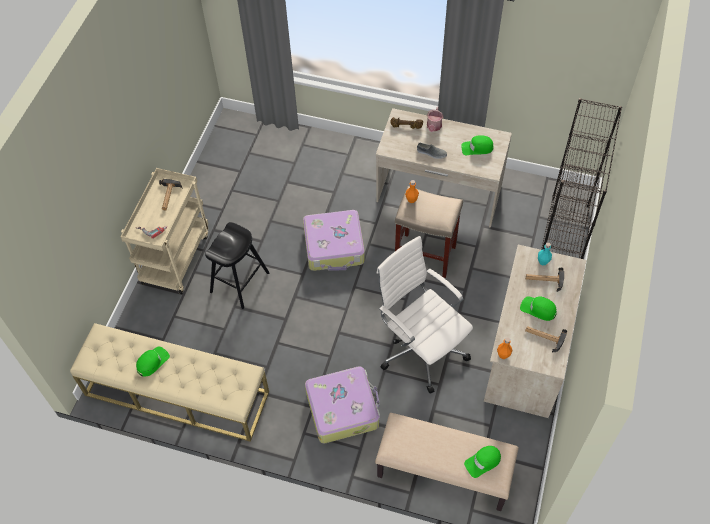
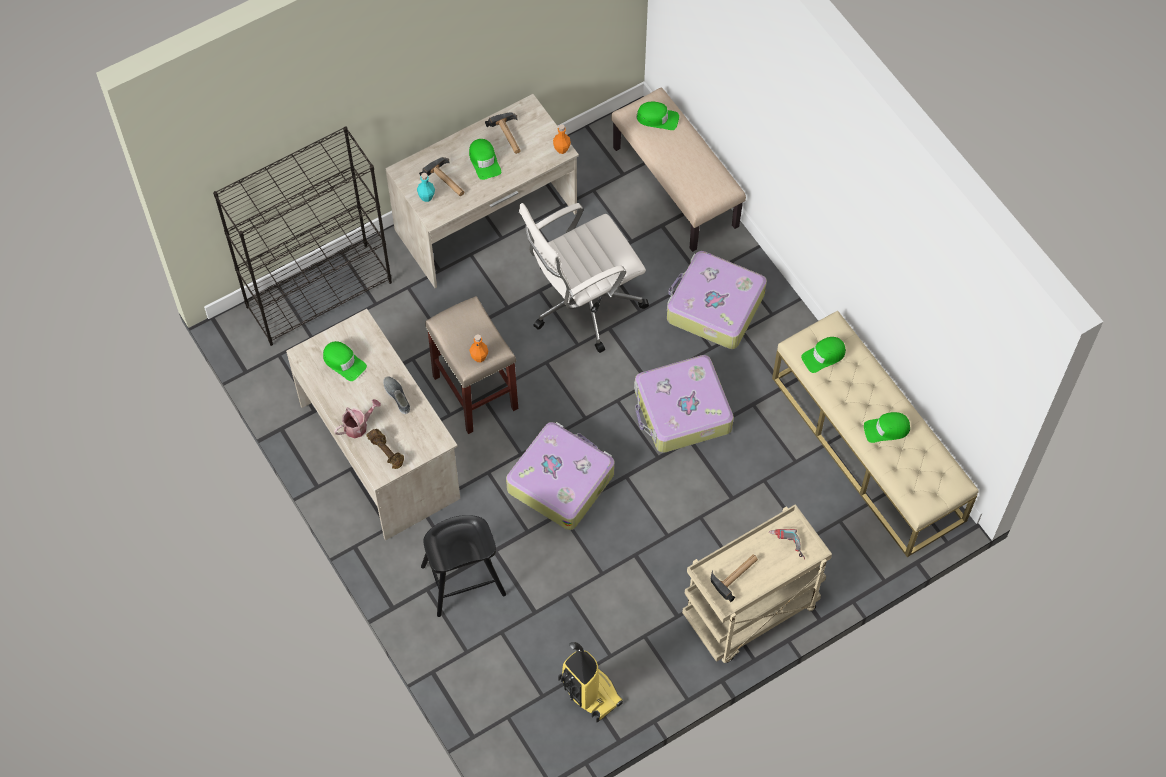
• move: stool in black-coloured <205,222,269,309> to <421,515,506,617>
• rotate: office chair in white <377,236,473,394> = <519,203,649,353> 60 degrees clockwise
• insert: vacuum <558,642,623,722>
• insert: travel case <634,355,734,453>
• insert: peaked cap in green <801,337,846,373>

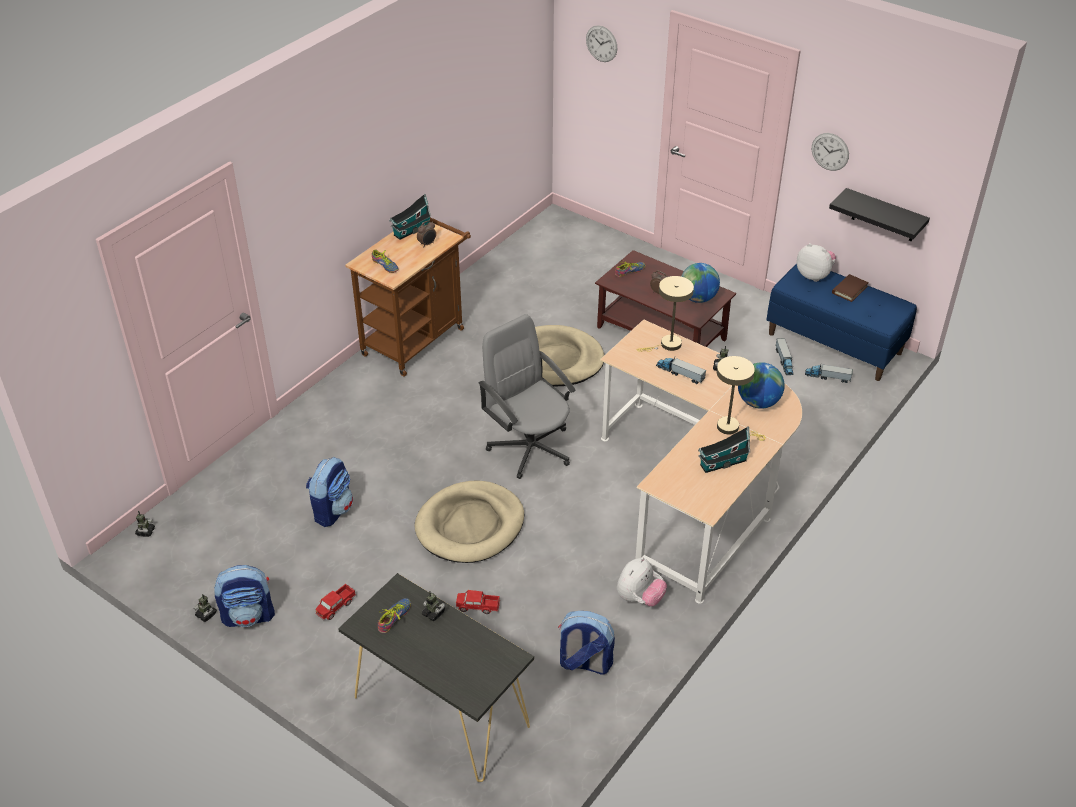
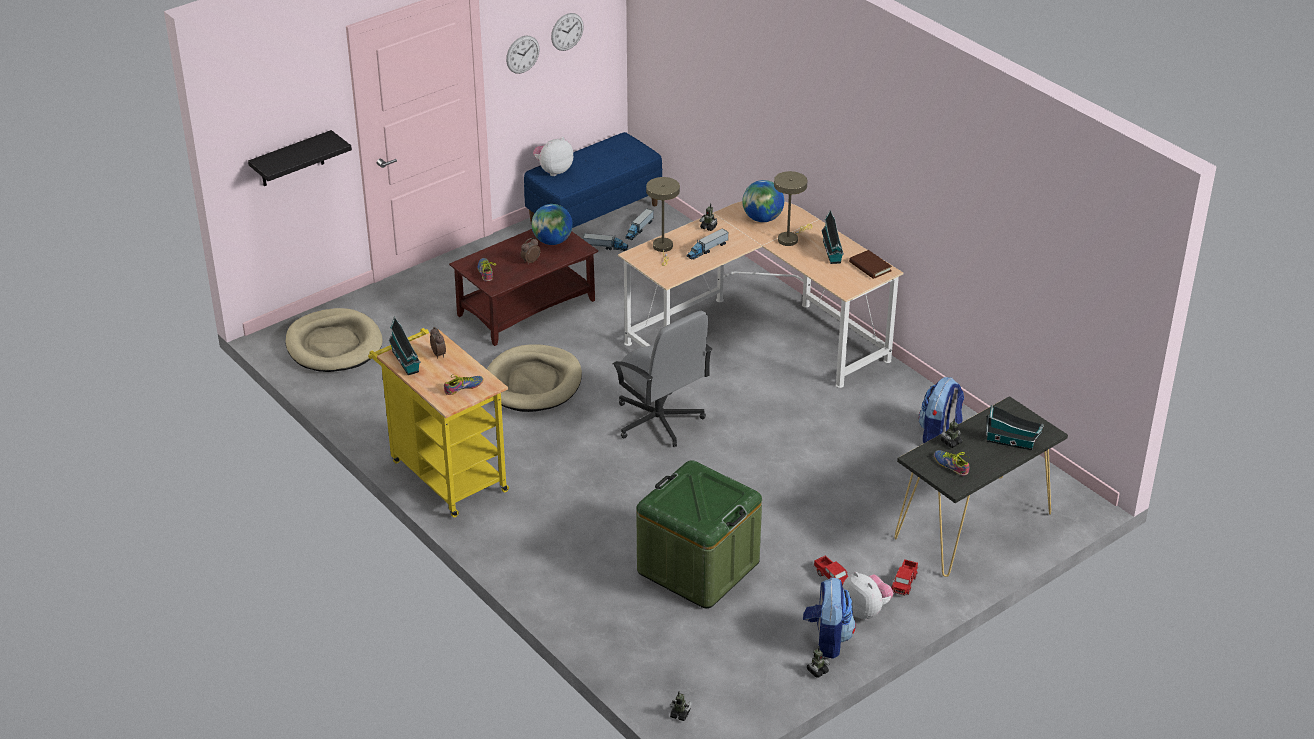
• replace: backpack <306,457,353,527> to storage container in green <636,460,762,608>
• recolor: trolley in brownish <345,217,471,376> to trolley in yellowish <368,328,509,518>
• move: pet bed in beige-coloured <414,481,524,563> to <285,308,383,372>
• move: toy truck <456,590,500,614> to <891,559,918,596>
• rotate: office chair in gray <478,314,576,479> = <612,311,712,447> 105 degrees counterclockwise
• move: clock on the wall <586,25,617,62> to <551,13,584,51>
• move: soft toy <617,557,667,607> to <842,572,893,620>
• move: shelf in black-coloured <829,188,930,241> to <248,130,352,186>
• move: volume in brownish <832,274,869,302> to <849,250,892,279>
• insert: model house <986,405,1044,450>

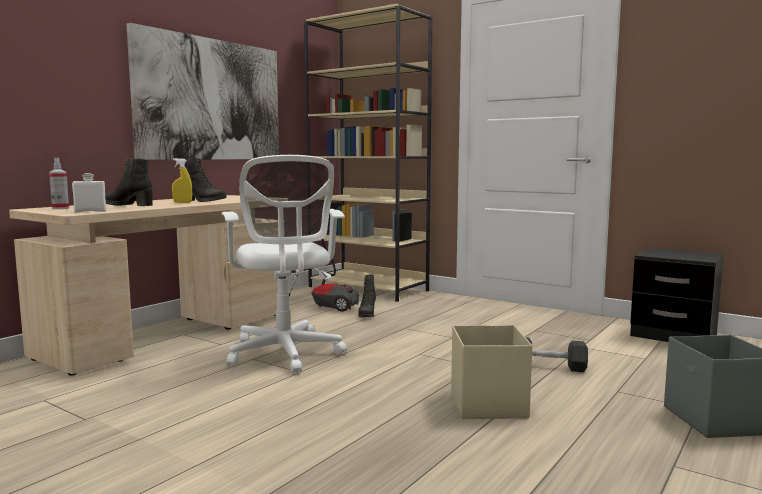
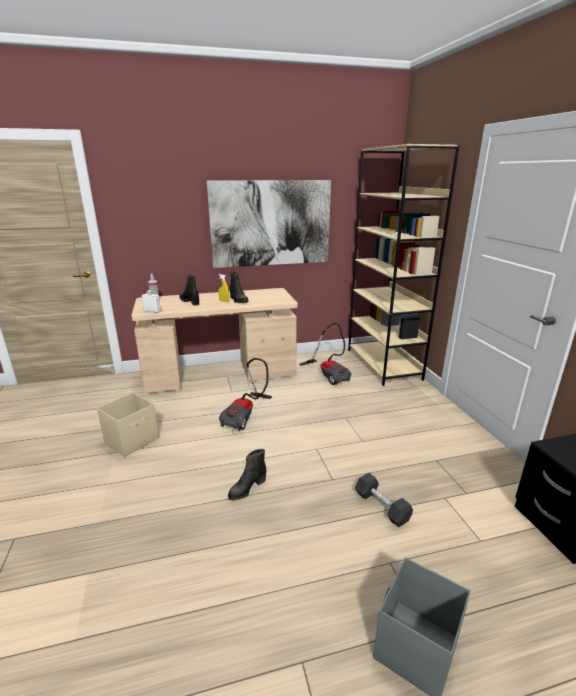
• replace: office chair in white <222,155,347,374> to vacuum <219,358,272,431>
• move: high-top boot in black-coloured <358,275,376,317> to <228,449,266,501>
• move: storage container in beige-coloured <451,325,532,419> to <97,392,159,457>

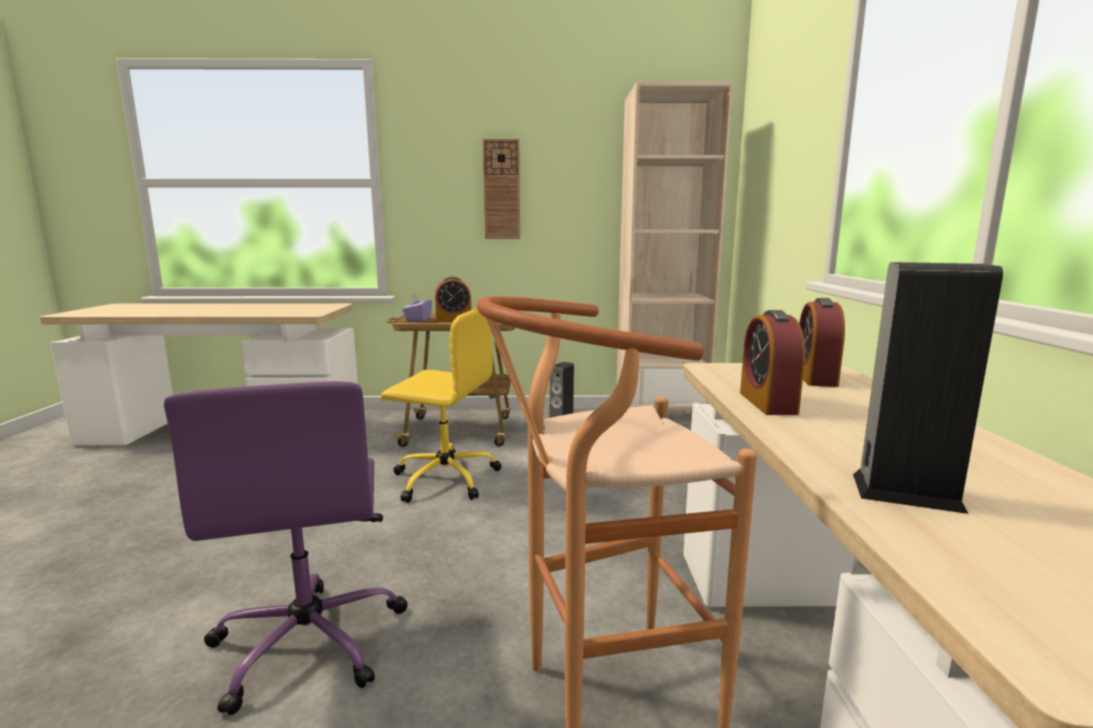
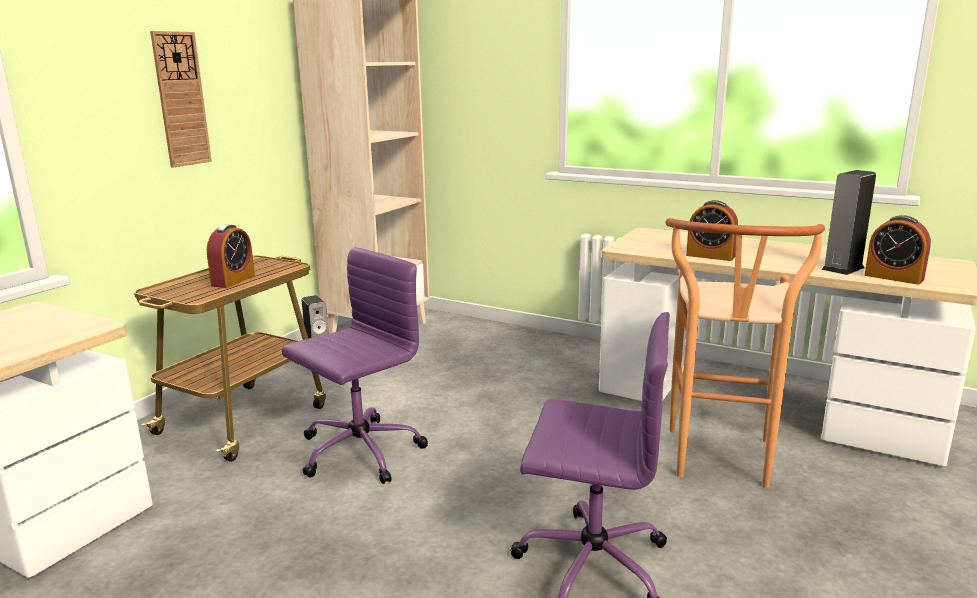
• recolor: office chair in yellowish <381,308,501,503> to office chair in purplish <282,247,428,484>
• delete: tissue box in purplish <403,293,432,322>
• move: alarm clock <799,298,845,387> to <864,215,931,285>

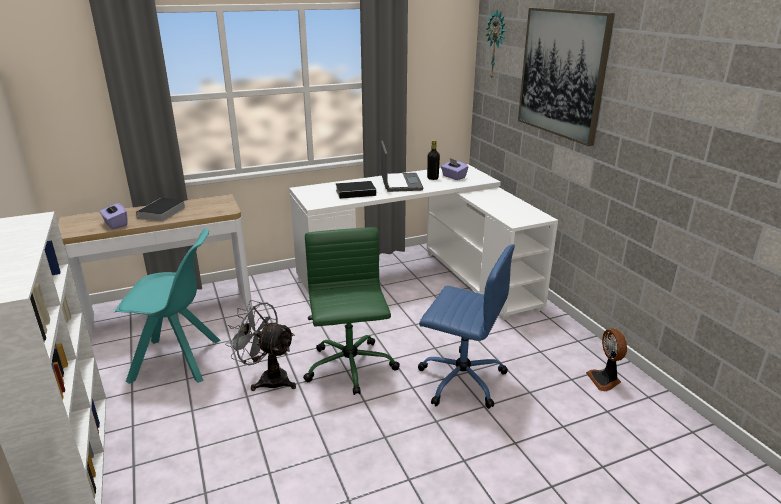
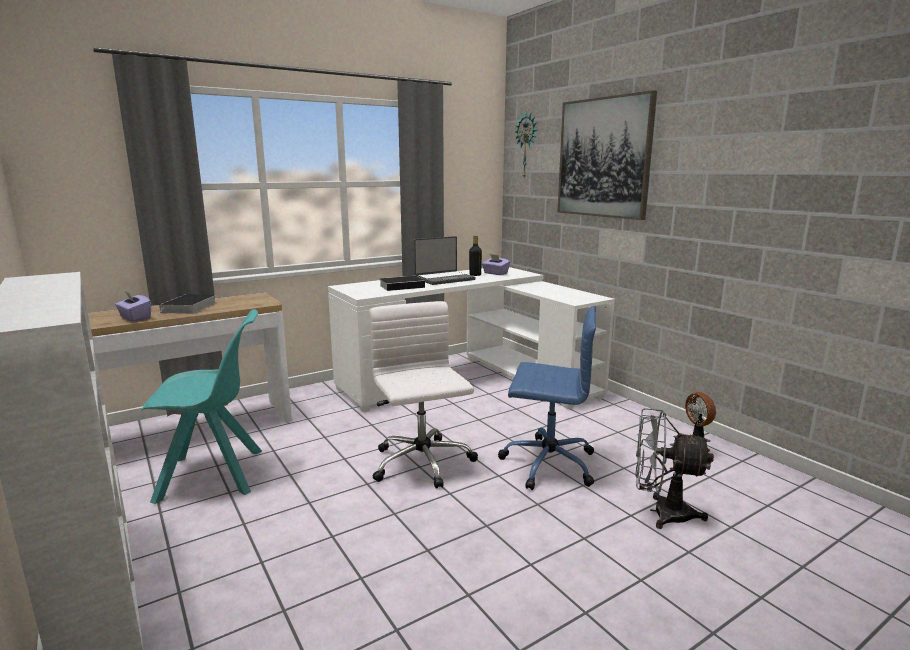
• move: fan in gray <225,300,296,391> to <635,408,714,529>
• recolor: office chair in green <303,227,400,395> to office chair in white <369,301,478,489>
• rotate: portable computer <381,141,423,192> = <414,236,476,285> 75 degrees clockwise

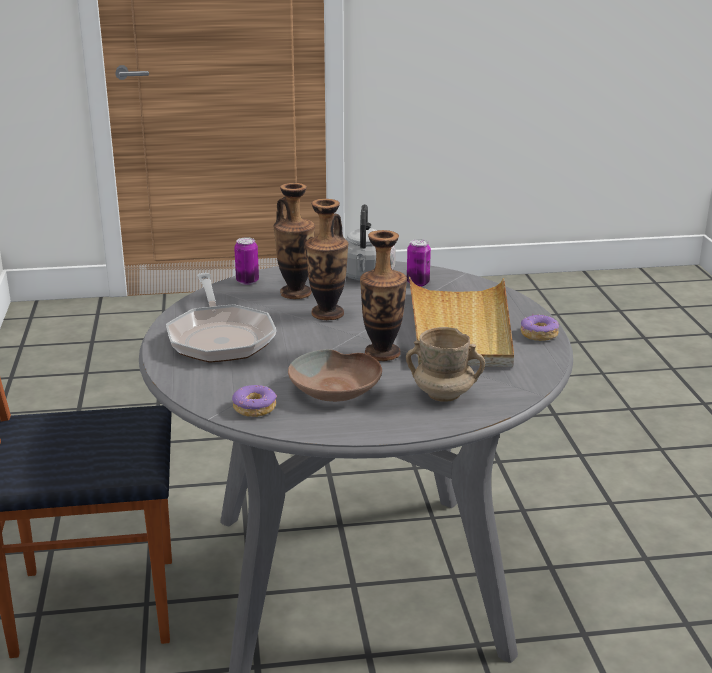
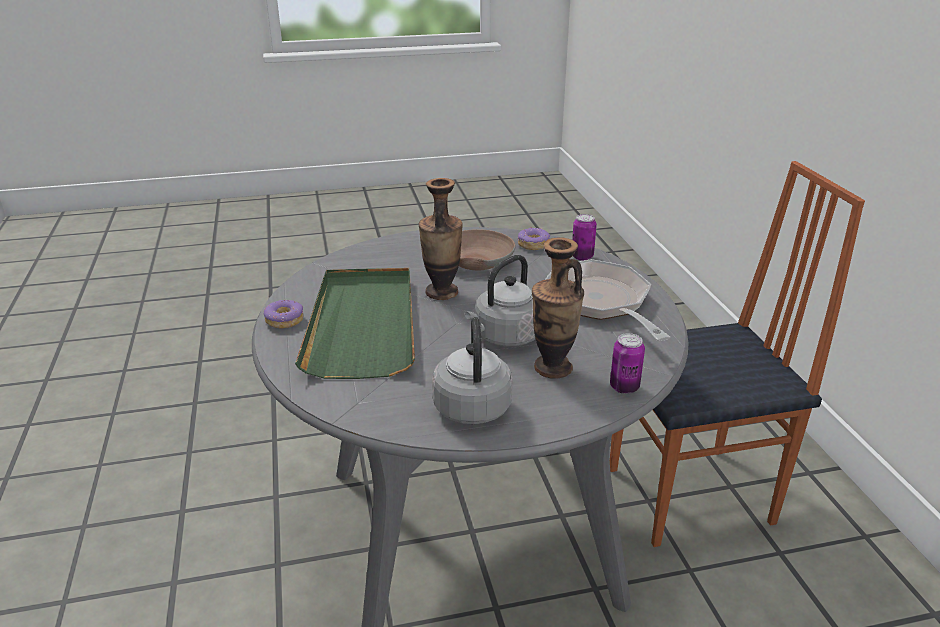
• replace: flower vase <305,199,348,320> to tea kettle in gray <465,255,535,347>
• delete: coffee mug in beige-coloured <406,327,485,402>
• move: metal can <407,239,431,287> to <572,214,597,261>
• recolor: serving tray in beige-coloured <409,277,514,367> to serving tray in green <295,268,415,379>

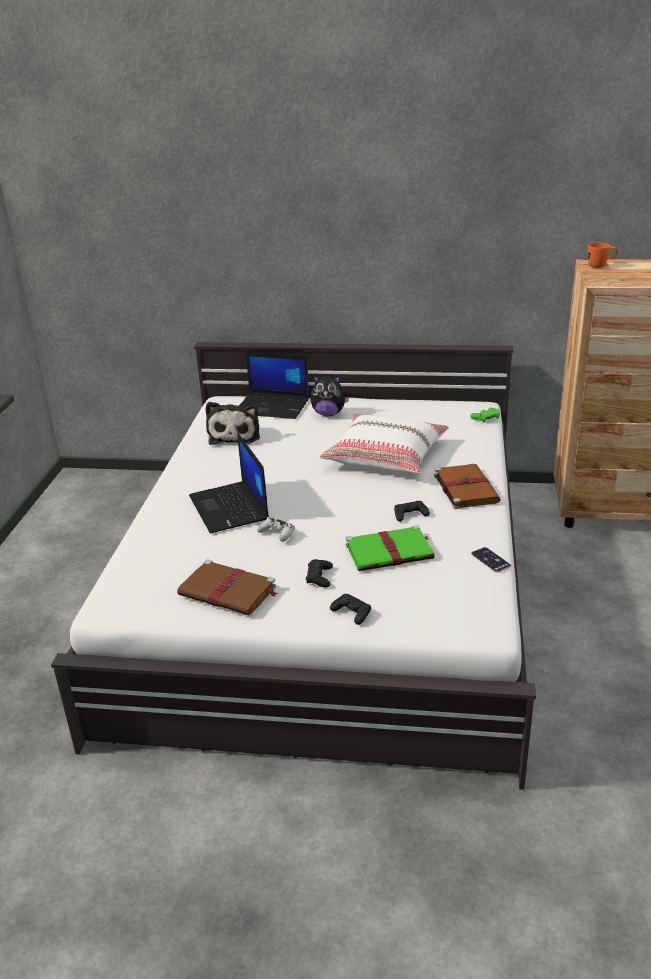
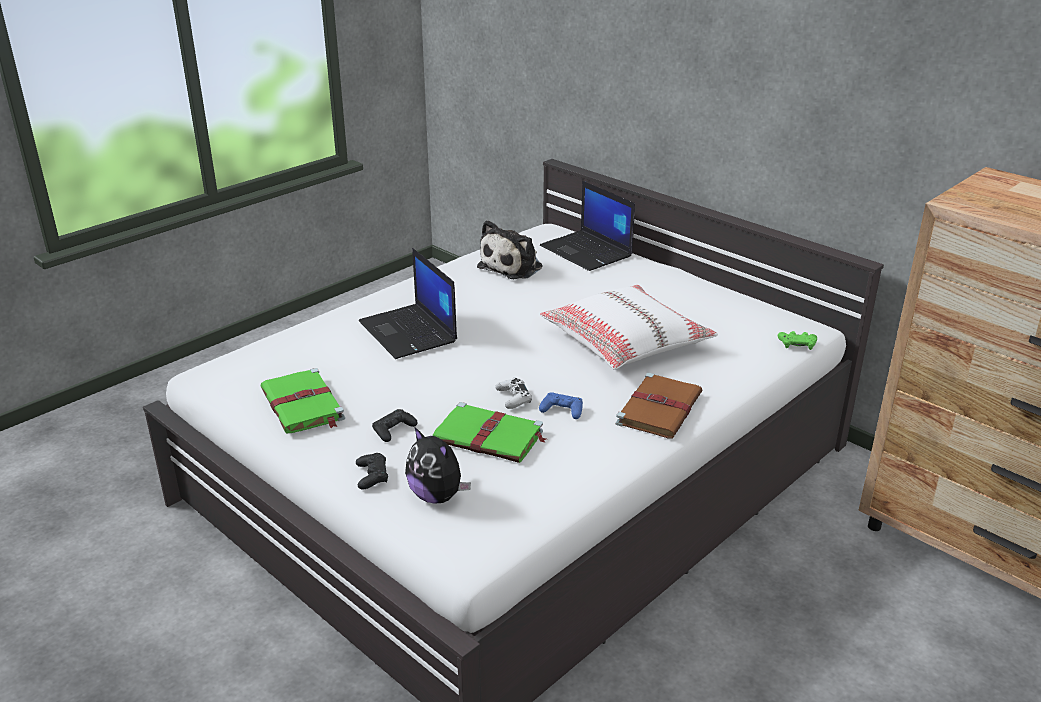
• recolor: volume in brownish <177,560,279,615> to volume in green <261,368,345,433>
• rotate: portable computer <189,433,269,533> = <359,248,457,359> 45 degrees counterclockwise
• move: gamepad in white <257,517,295,542> to <495,378,532,409>
• move: soft toy <311,375,349,416> to <405,427,471,504>
• recolor: gamepad in black-coloured <394,501,430,522> to gamepad in blue-coloured <539,393,583,419>
• delete: phone <471,547,511,573>
• delete: coffee mug in orangey <588,242,618,268>

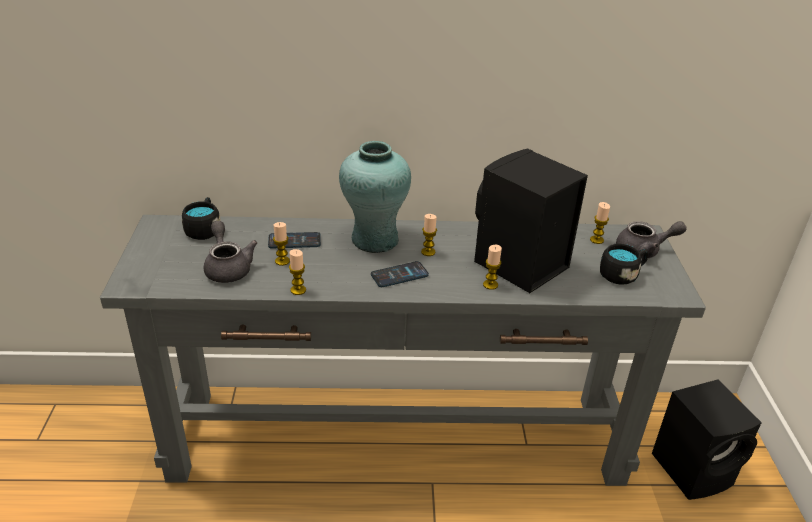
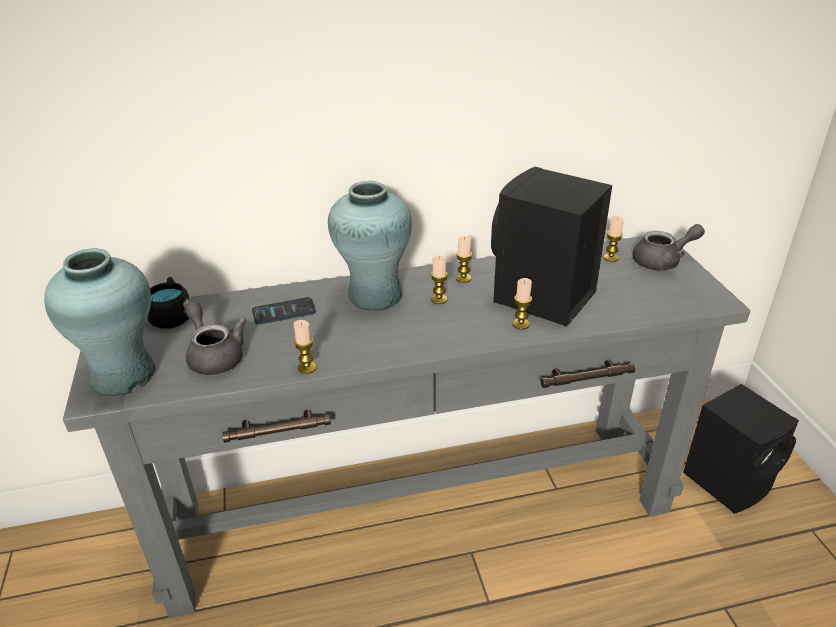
• move: wax light <273,222,290,266> to <456,236,472,283>
• delete: phone <371,261,429,287>
• delete: coffee mug in black-coloured <600,244,649,285>
• insert: flower vase in turquoise-coloured <44,248,155,396>

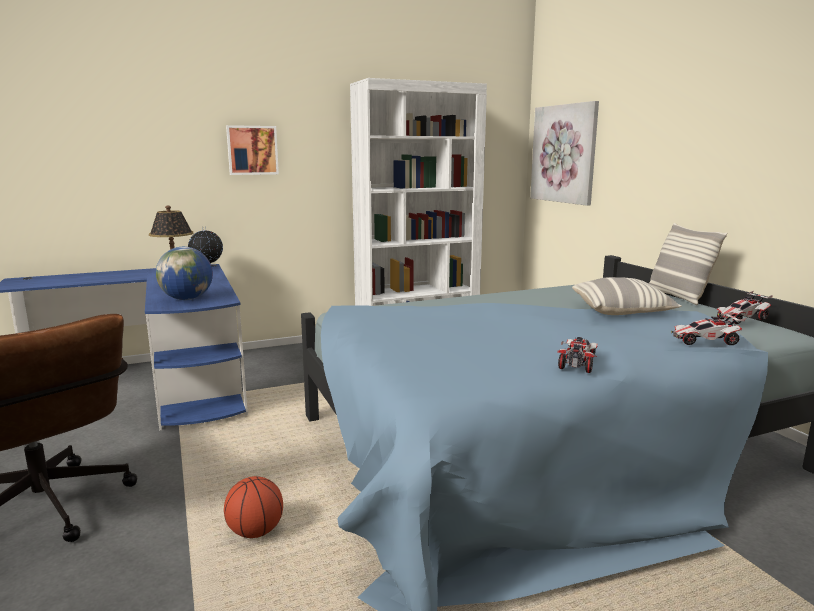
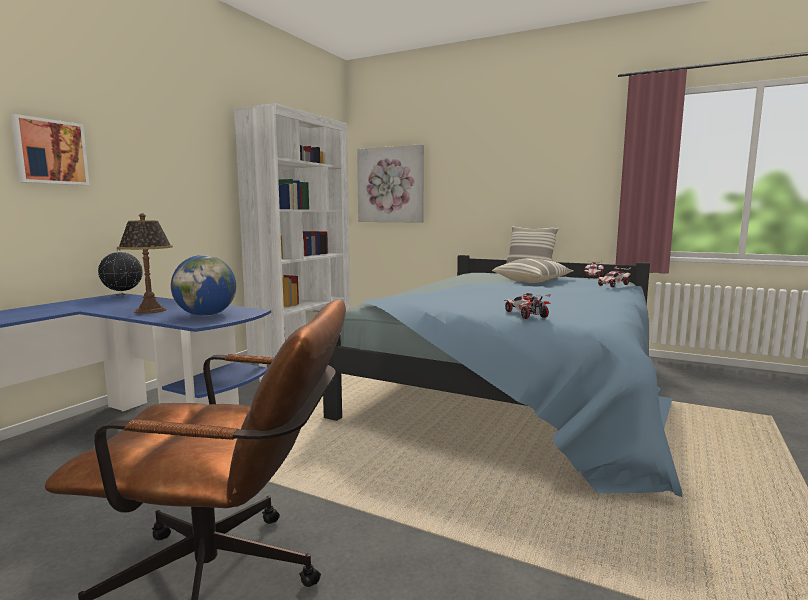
• delete: basketball <224,476,283,538>
• move: wall art <226,125,279,175> to <11,114,90,185>
• move: miniature car <557,337,598,373> to <504,293,551,319>

